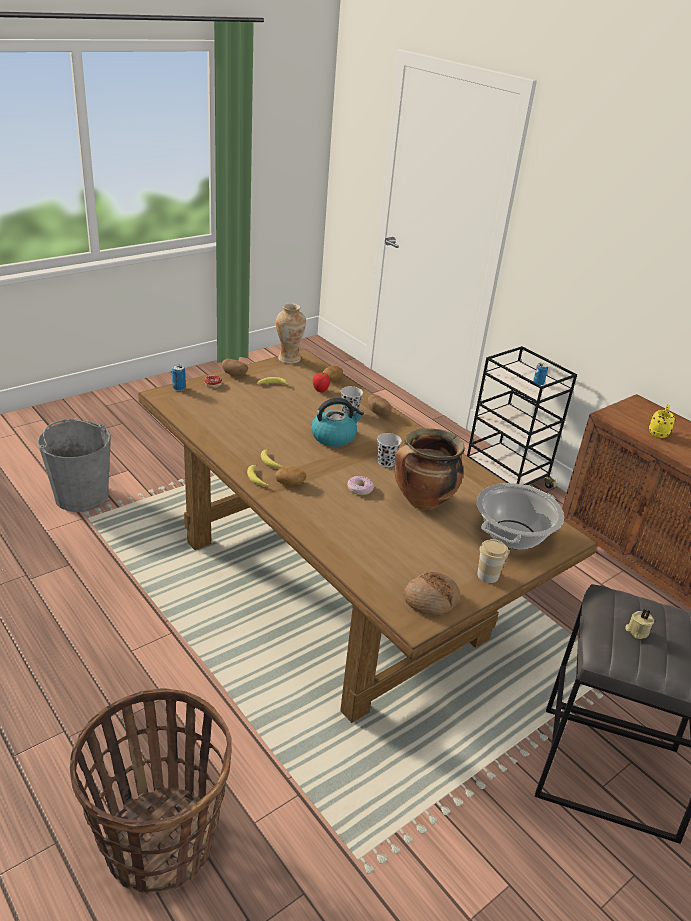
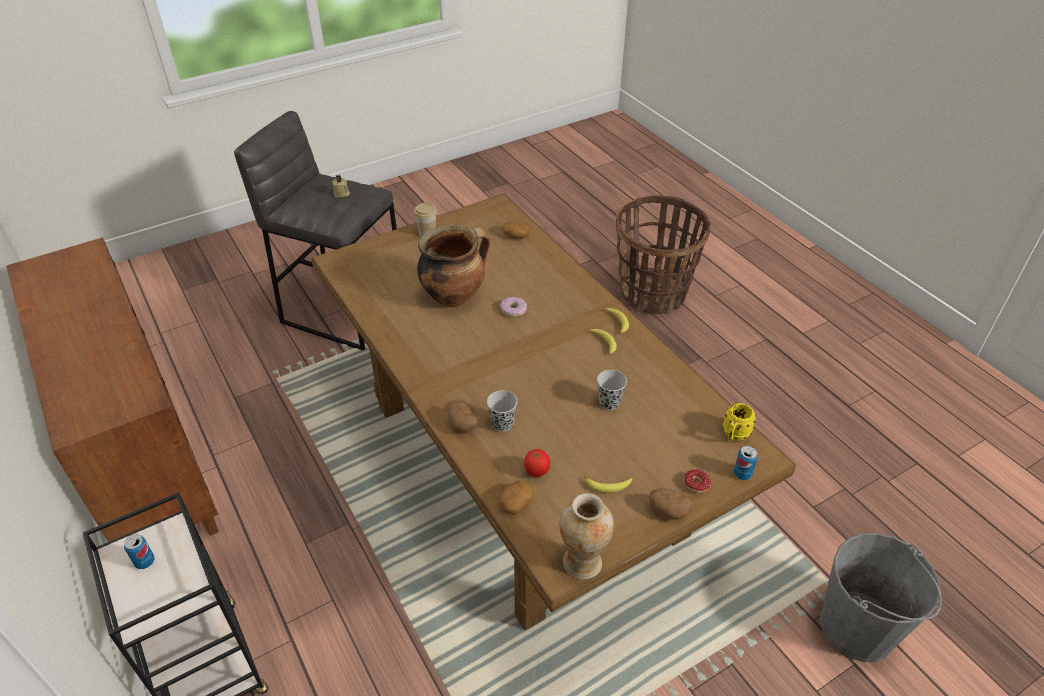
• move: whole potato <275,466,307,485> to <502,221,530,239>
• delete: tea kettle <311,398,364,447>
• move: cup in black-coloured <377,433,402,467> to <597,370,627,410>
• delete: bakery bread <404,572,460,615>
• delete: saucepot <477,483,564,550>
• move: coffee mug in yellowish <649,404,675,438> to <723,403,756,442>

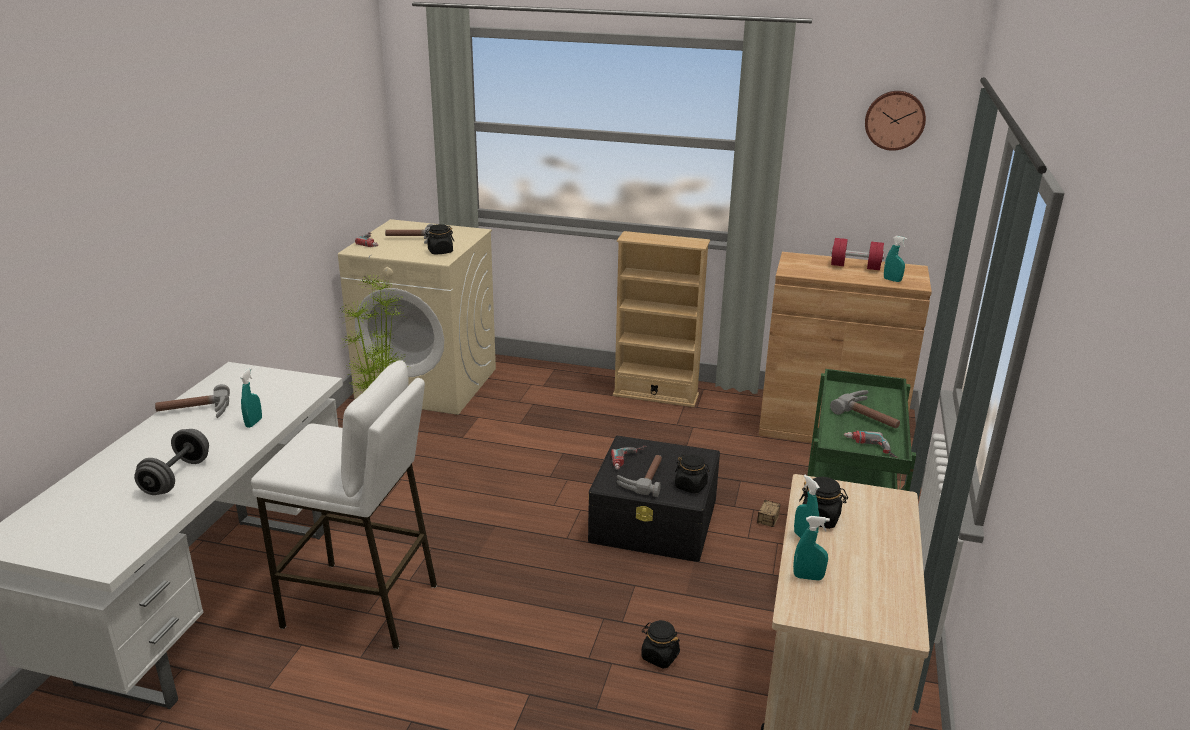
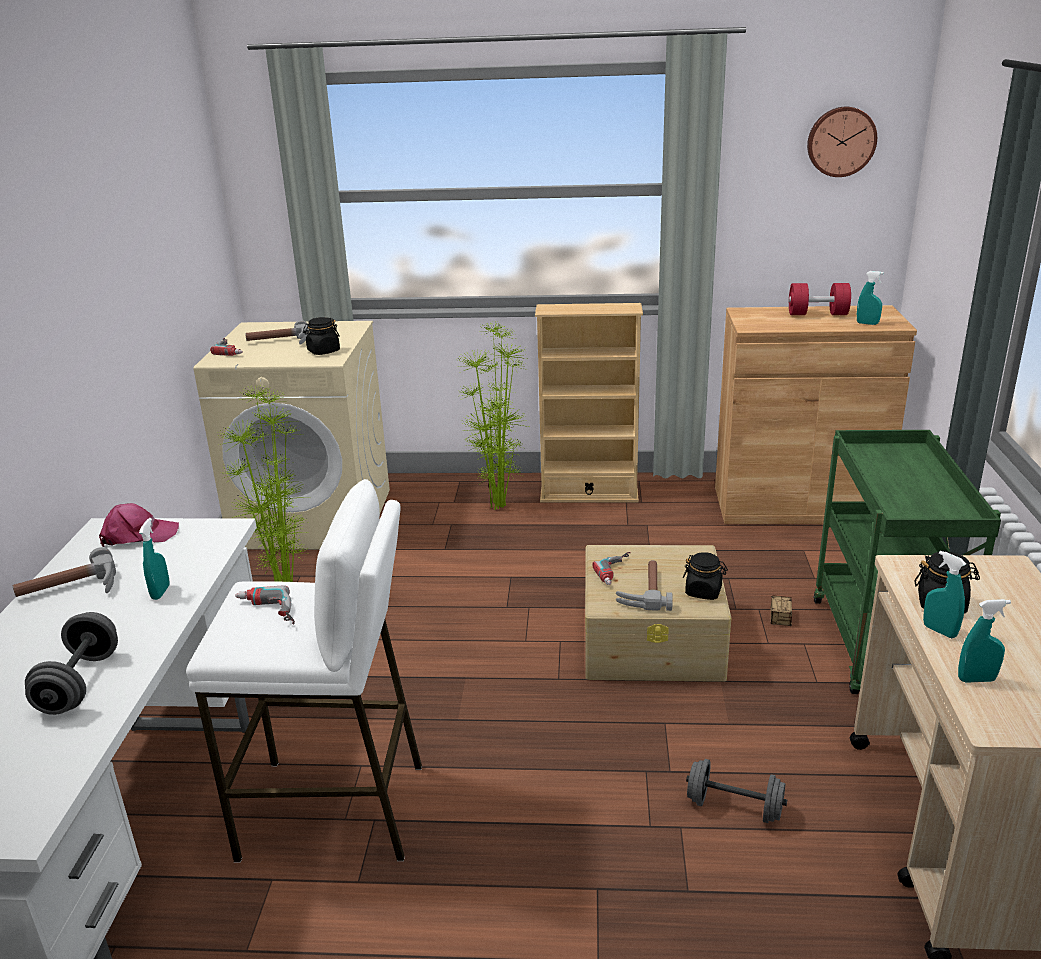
• recolor: storage container in black-coloured <588,436,720,562> to storage container in beige-coloured <585,545,731,682>
• replace: preserve jar in black-coloured <641,620,680,668> to dumbbell in gray <686,759,787,823>
• delete: hammer <830,390,900,428>
• move: power drill <844,431,898,458> to <235,585,295,625>
• insert: peaked cap in pink <99,503,179,547>
• insert: houseplant <457,321,529,510>

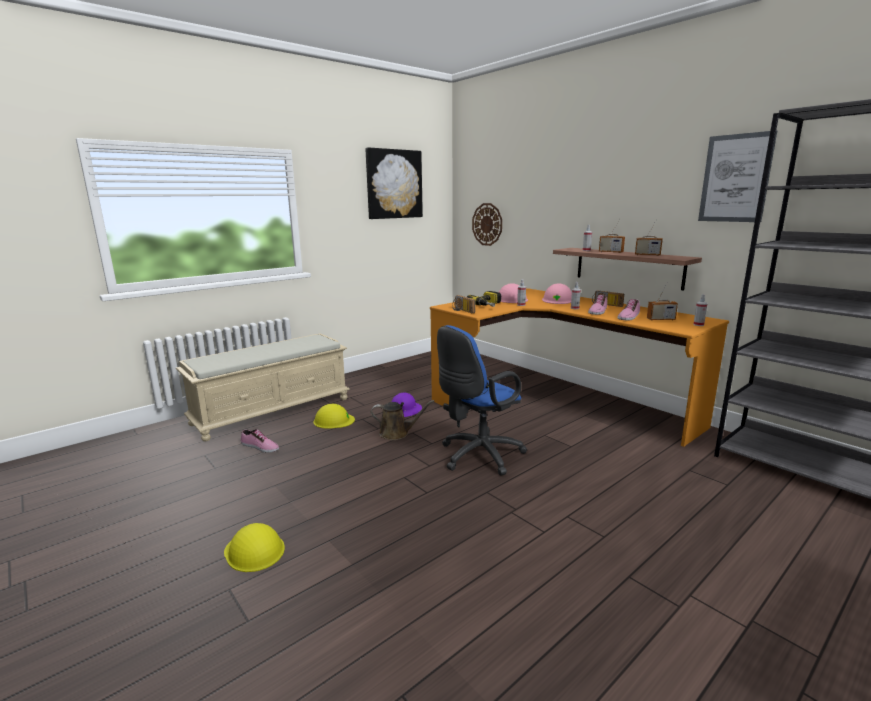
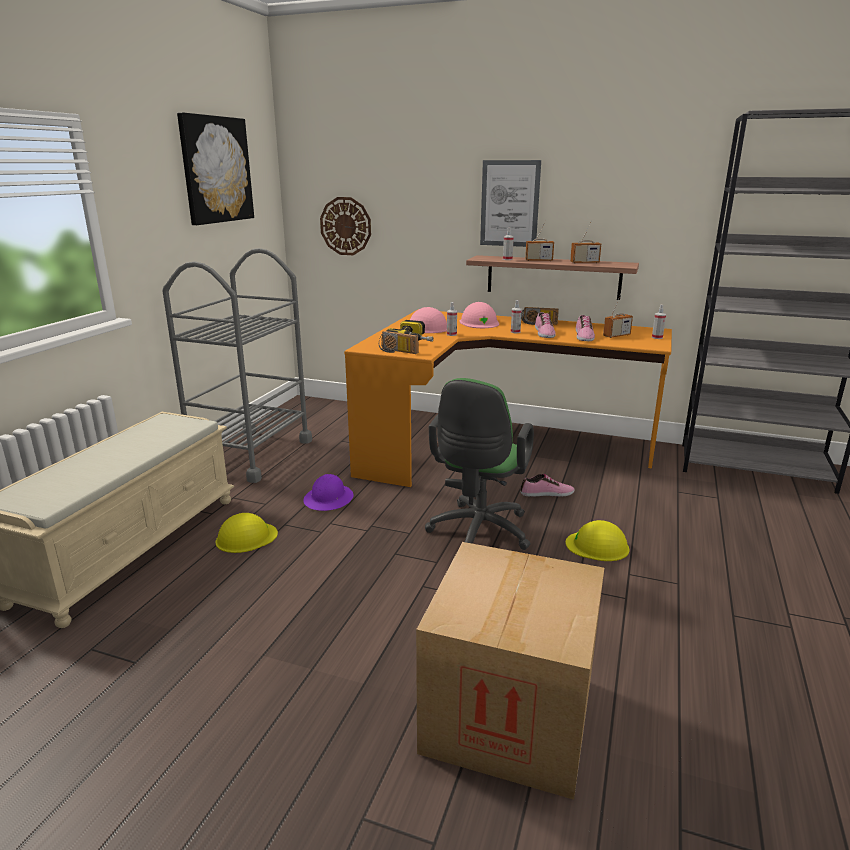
• move: safety helmet in yellowish <224,523,285,572> to <566,520,629,561>
• move: shoe <241,429,279,453> to <520,474,575,497>
• delete: watering can in brownish <371,400,434,440>
• recolor: office chair in blue-coloured <437,325,527,476> to office chair in green <425,378,534,550>
• move: wall art <698,130,777,222> to <480,160,541,247>
• insert: trolley in gray <162,248,312,483>
• insert: carton <416,542,604,800>

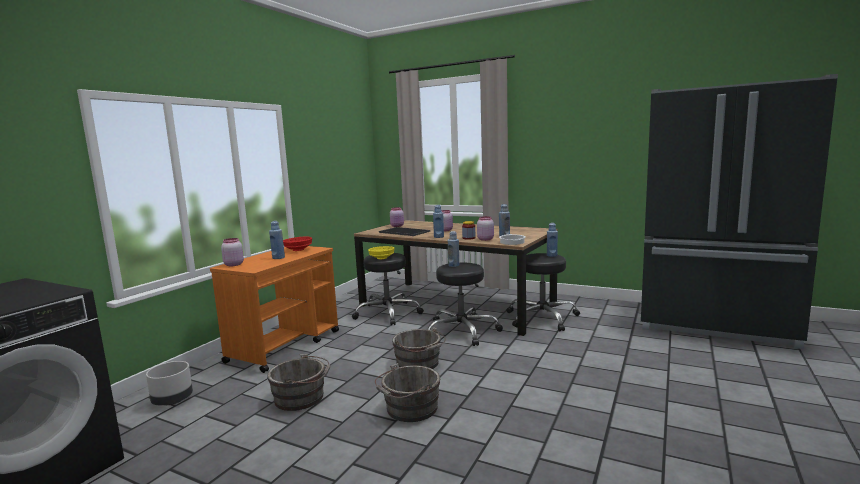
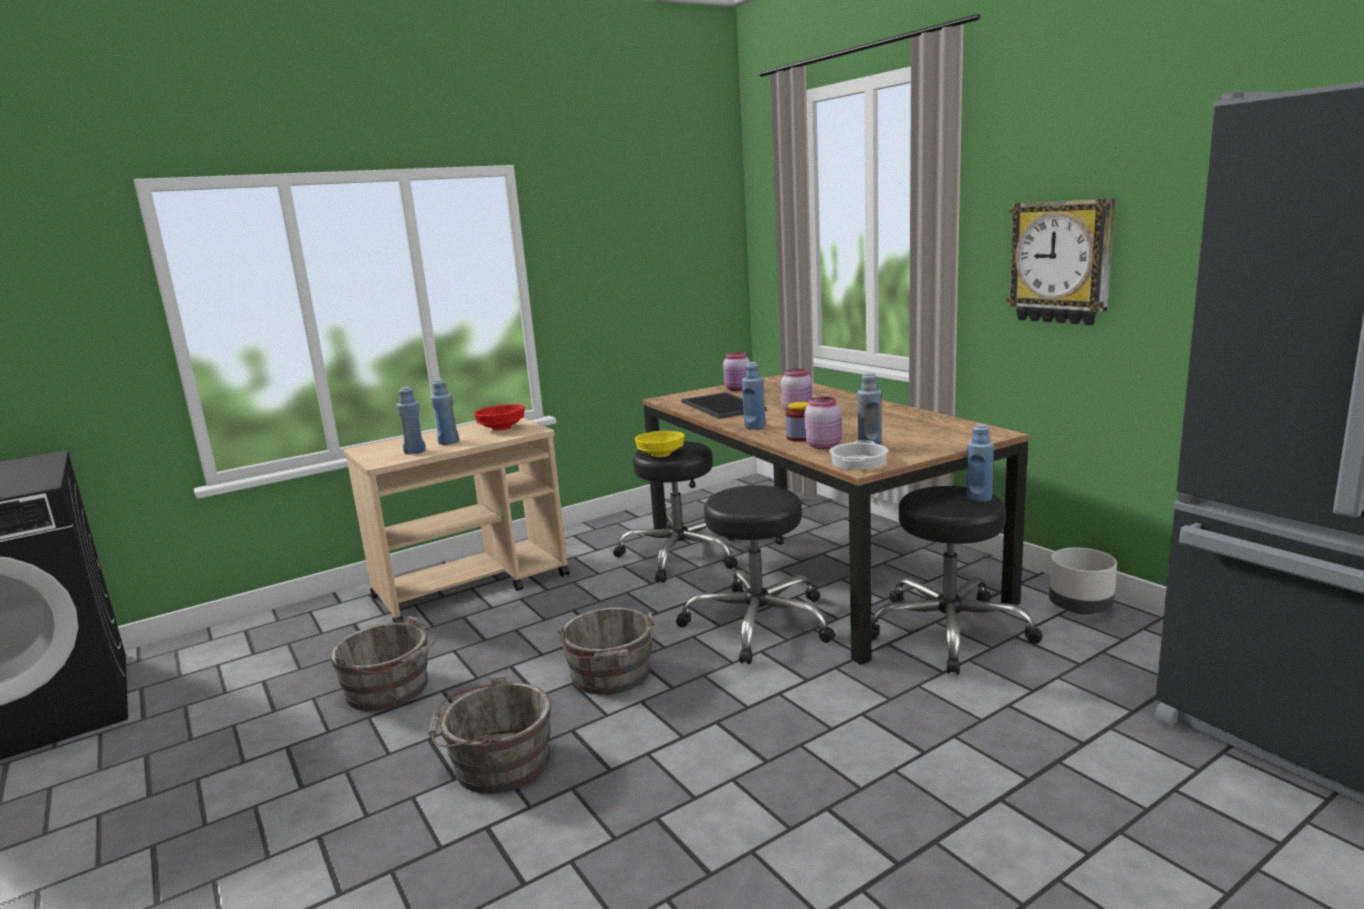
• move: flower pot in gray <146,361,193,405> to <1049,548,1117,614>
• recolor: trolley in orangey <210,246,339,373> to trolley in beige-coloured <343,418,570,623>
• delete: preserve jar in pink <221,238,244,266>
• move: drink bottle in blue-coloured <448,231,459,267> to <397,387,426,455>
• insert: clock on the wall <1006,198,1115,326>

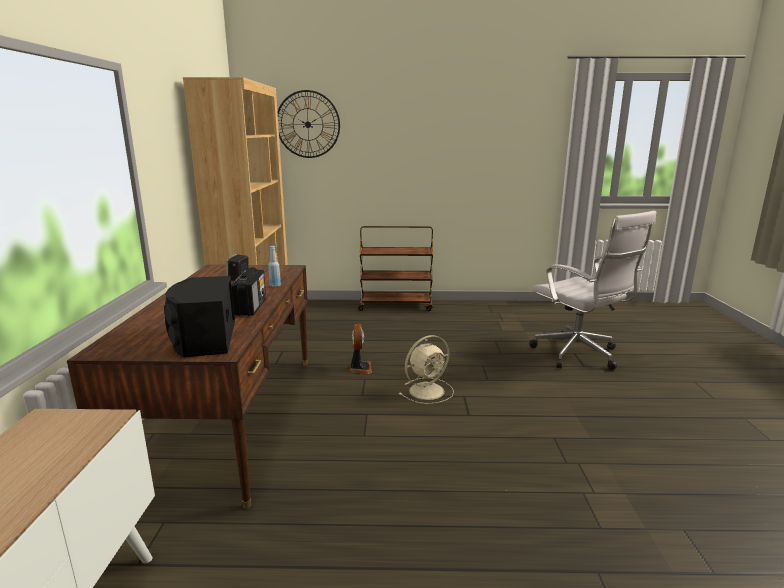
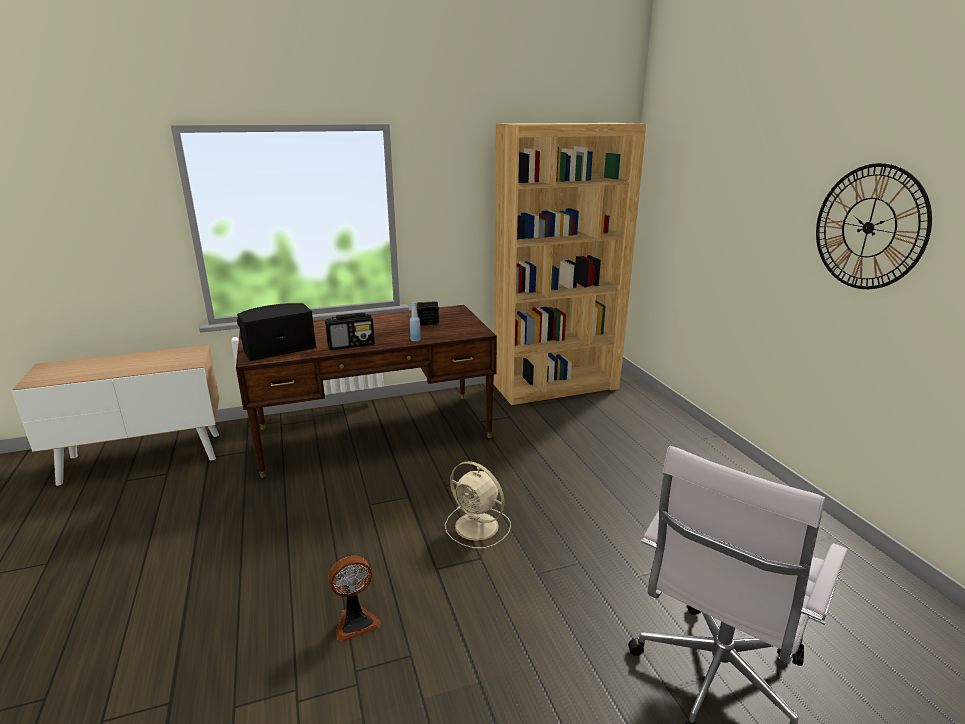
• move: clock on the wall <277,90,340,158> to <816,163,932,289>
• move: fan <349,324,372,374> to <329,555,381,642>
• delete: trolley in brownish <358,226,433,311>

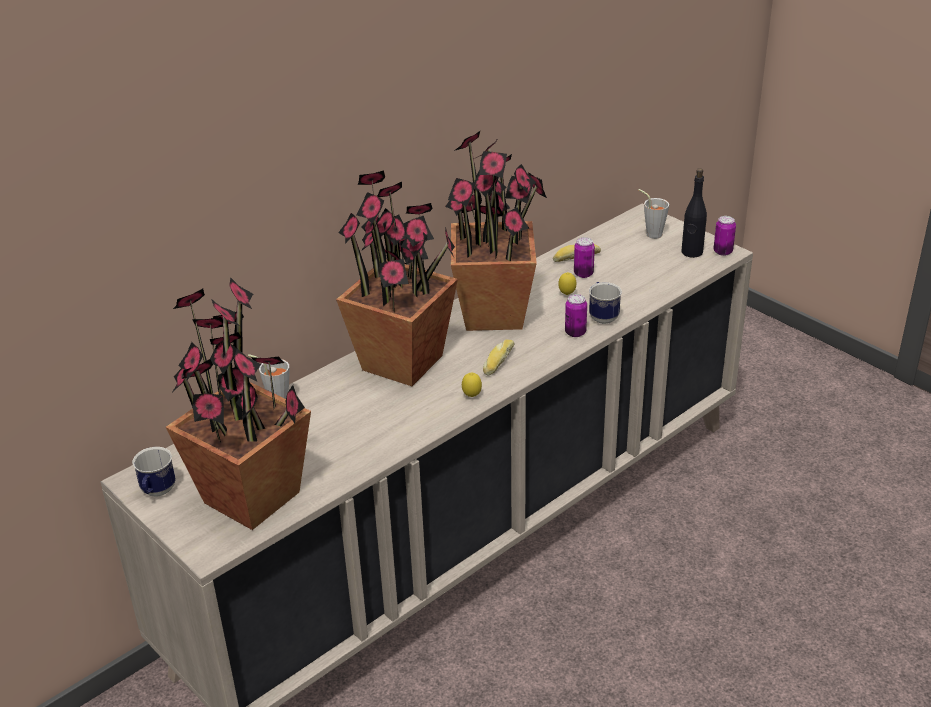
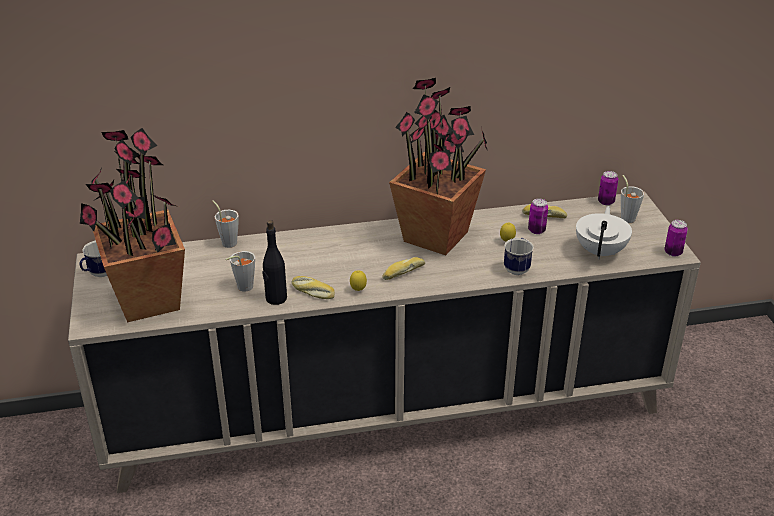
• delete: houseplant <336,170,458,386>
• move: metal can <565,294,587,337> to <598,171,618,205>
• move: drink bottle in black-coloured <681,168,707,258> to <262,220,287,305>
• insert: cup in gray <225,251,255,292>
• insert: bakery bread <291,276,335,299>
• insert: pot for tea in white <576,206,632,259>

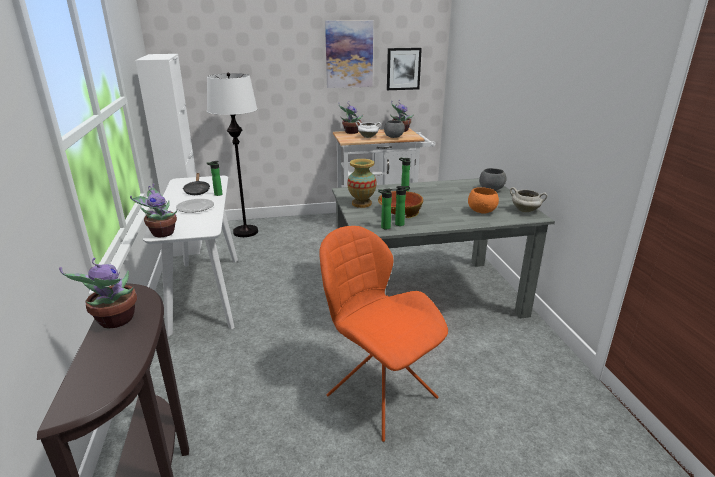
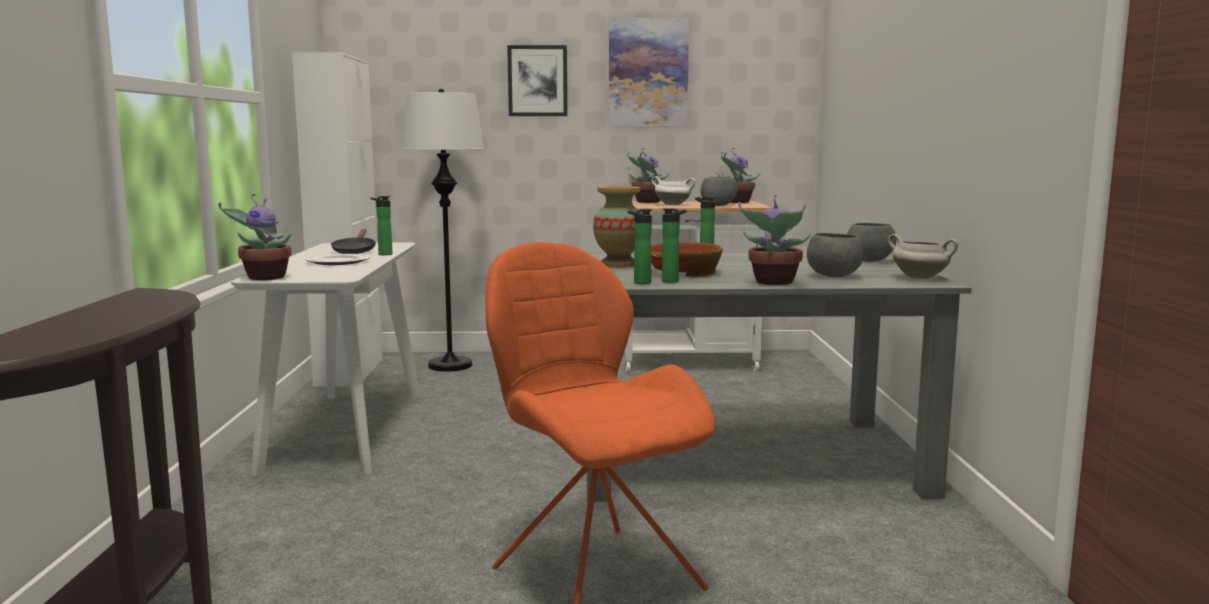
• move: houseplant <59,258,137,329> to <738,195,811,285>
• move: wall art <387,48,422,90> to <507,45,567,116>
• recolor: deep dish in orangey <468,187,499,214> to deep dish in gray <807,233,864,277>

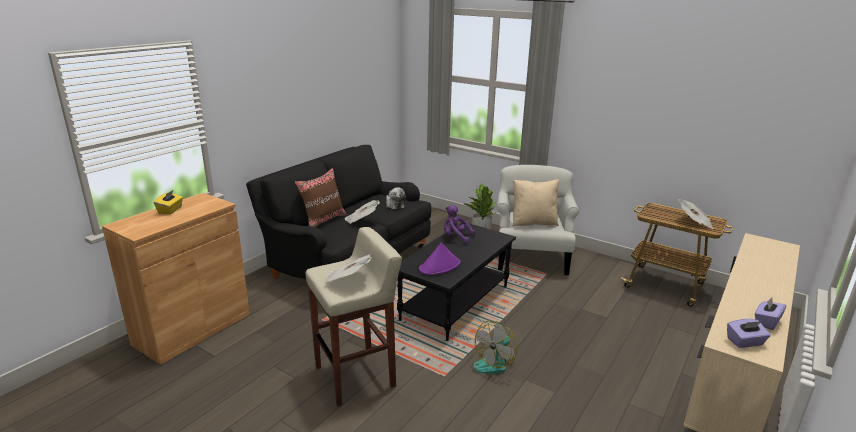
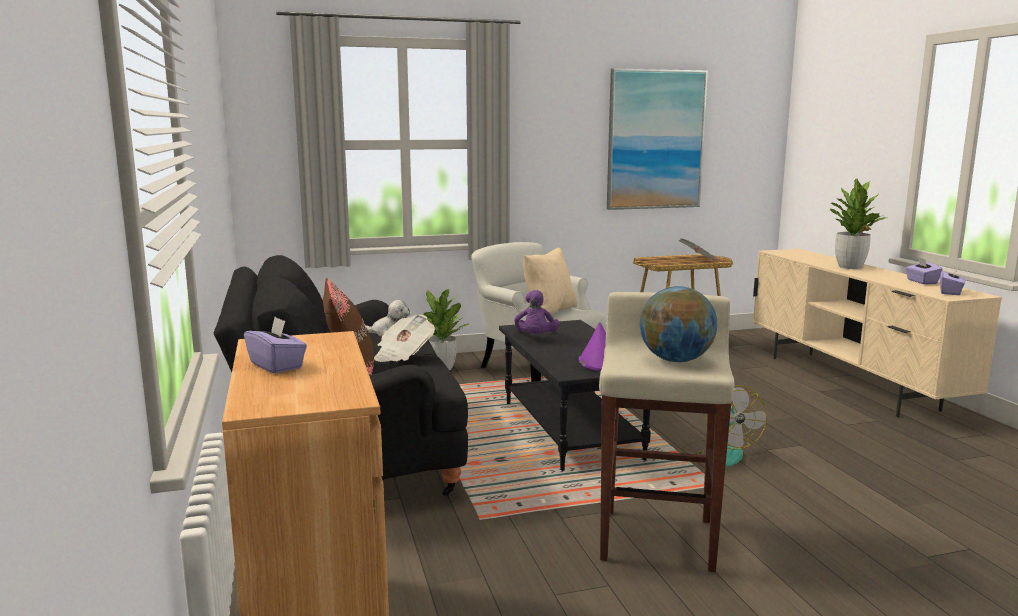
• recolor: tissue box in yellowish <154,190,183,214> to tissue box in purplish <244,317,307,374>
• replace: daily paper <325,254,371,283> to globe <640,286,717,362>
• rotate: soft toy in purplish <444,205,475,243> = <514,290,560,334> 60 degrees counterclockwise
• insert: wall art <607,68,708,210>
• insert: houseplant <830,178,888,269>

